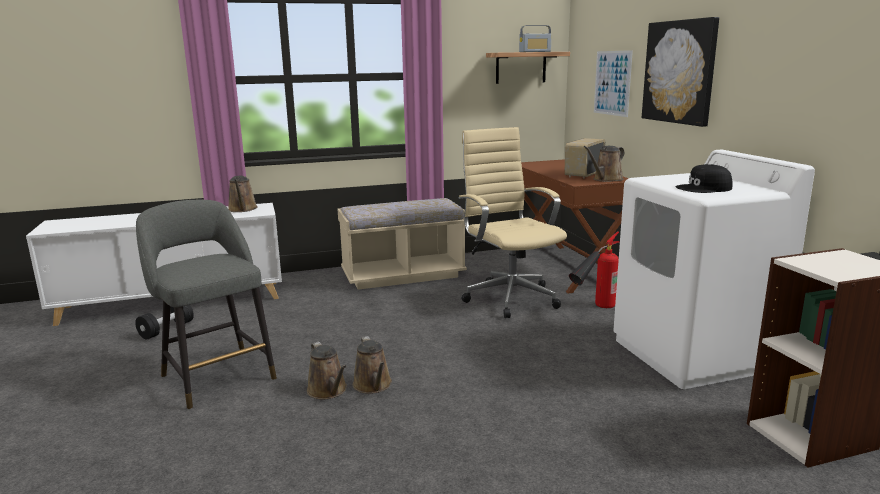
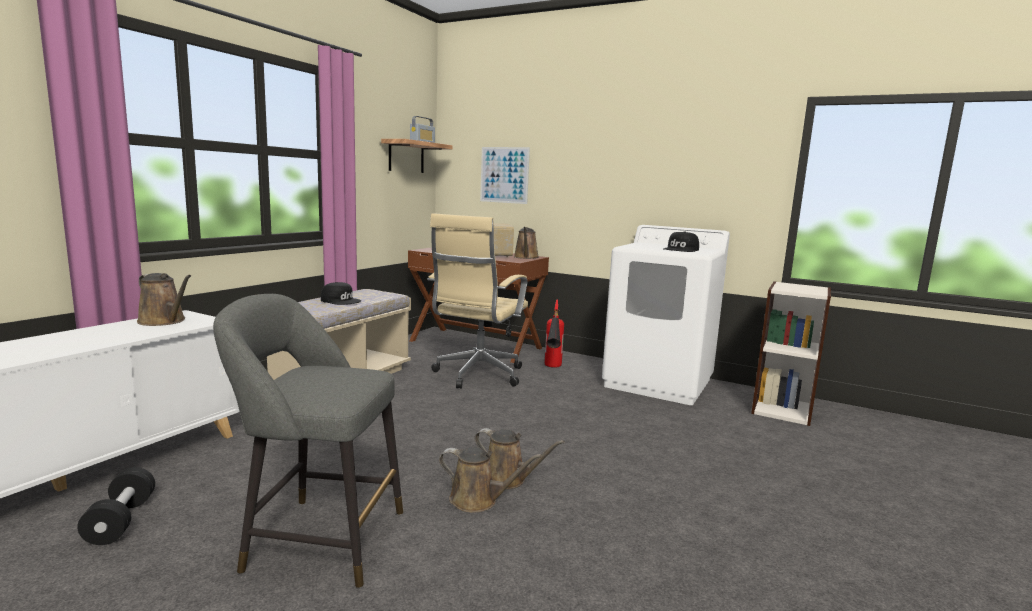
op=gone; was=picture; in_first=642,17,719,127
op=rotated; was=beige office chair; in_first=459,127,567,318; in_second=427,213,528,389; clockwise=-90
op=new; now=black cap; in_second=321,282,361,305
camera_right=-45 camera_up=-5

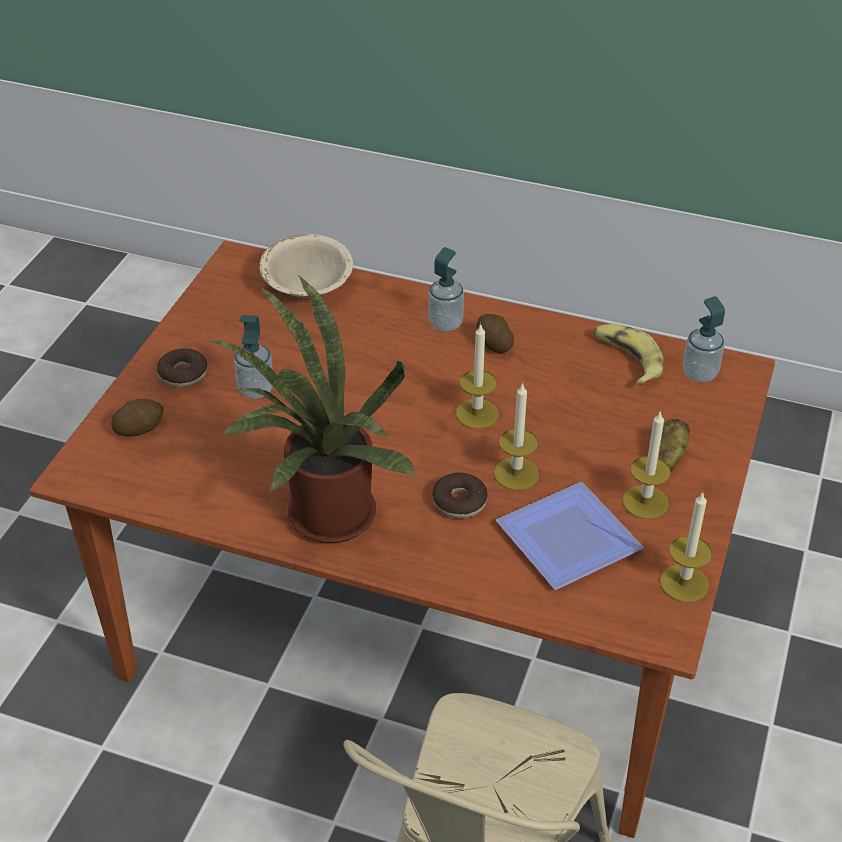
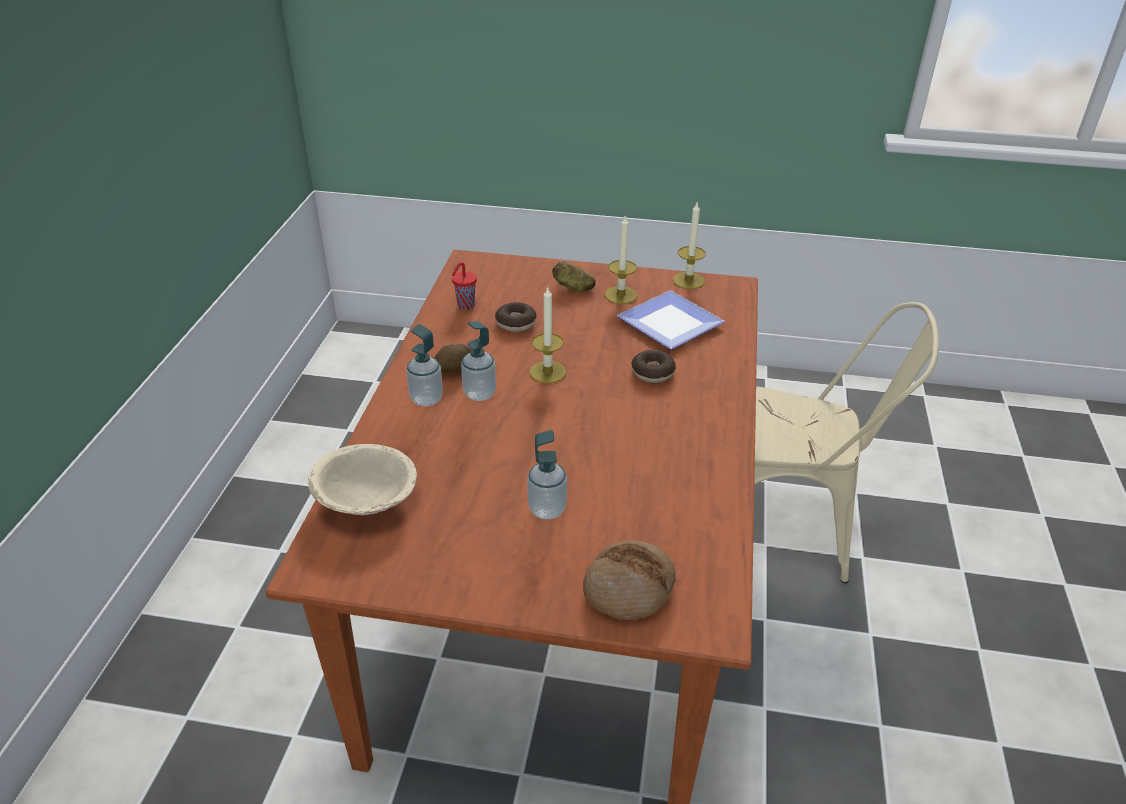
op=gone; was=potted plant; in_first=207,276,417,543
op=shifted; was=soap dispenser; in_first=683,296,725,382; in_second=461,321,496,401
op=swapped; was=banana; now=red cup; in_first=593,324,664,386; in_second=452,262,477,310
op=shifted; was=donut; in_first=157,348,207,387; in_second=495,302,536,332
op=gone; was=candle; in_first=494,382,539,490
op=swapped; was=potato; now=bread; in_first=111,399,164,437; in_second=583,540,676,620
camera_right=-100 camera_up=-5

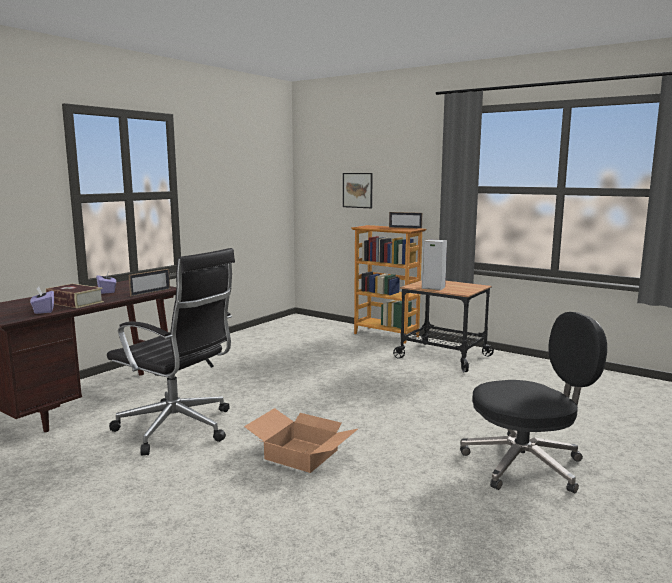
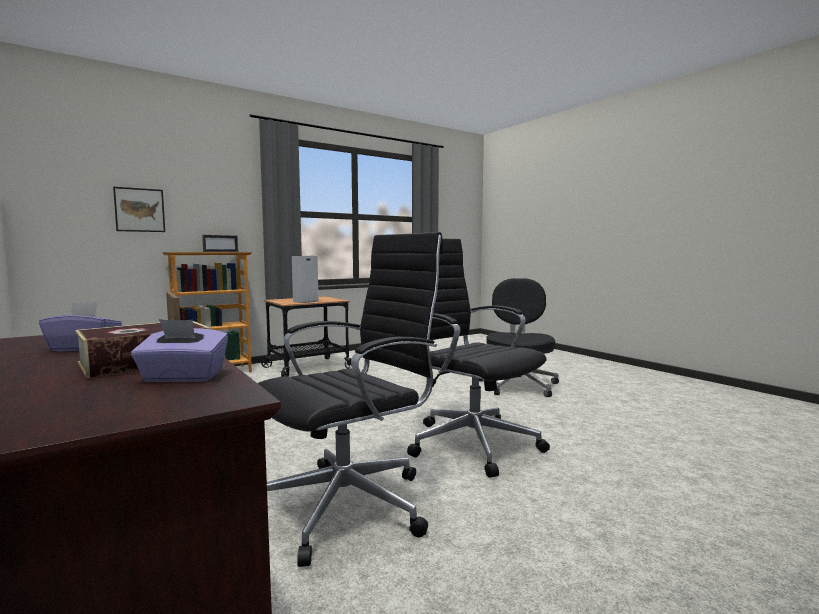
op=swapped; was=cardboard box; now=black office chair; in_first=244,408,359,473; in_second=407,238,550,478
camera_right=-70 camera_up=-5

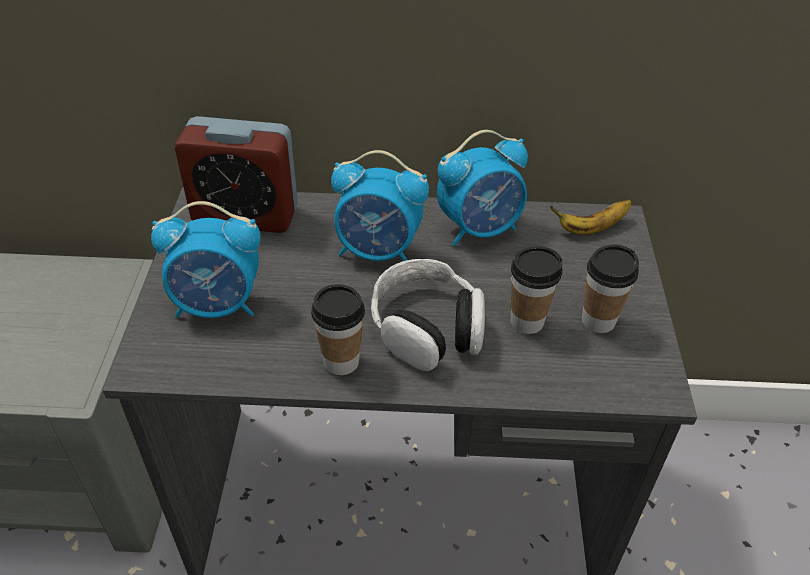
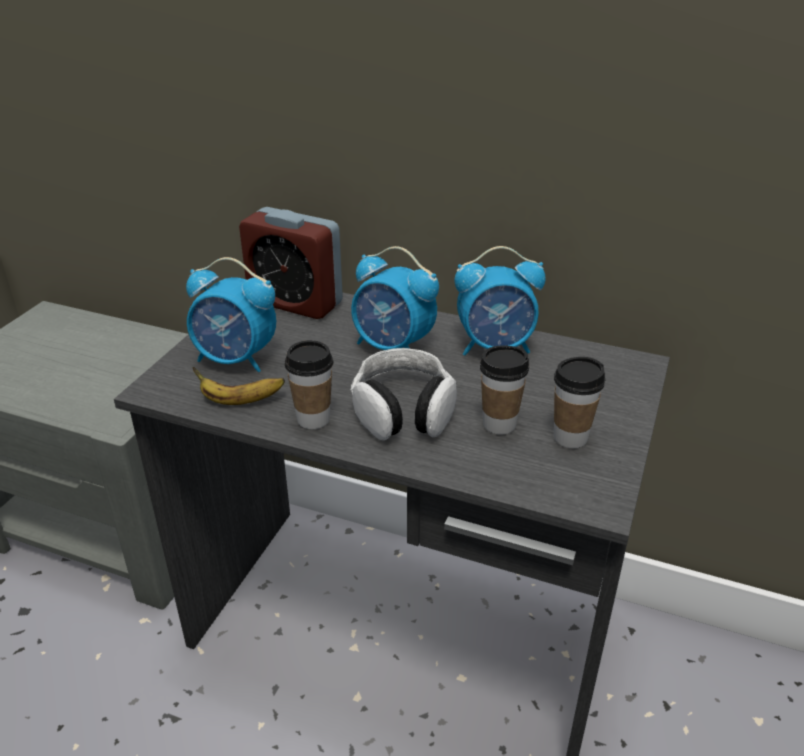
op=shifted; was=banana; in_first=550,200,632,235; in_second=192,367,285,405
camera_right=20 camera_up=-10

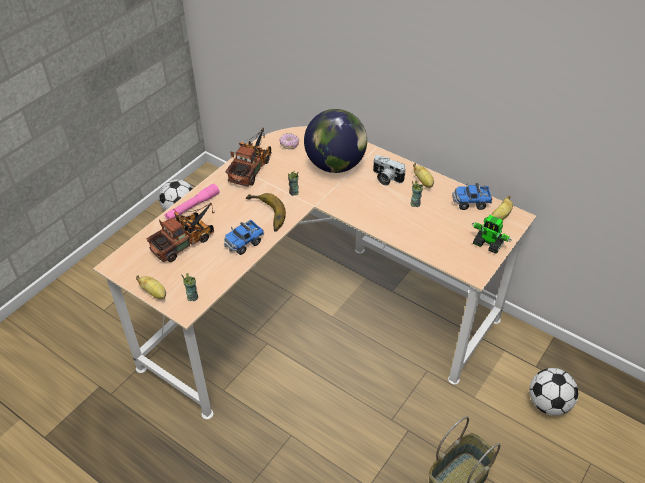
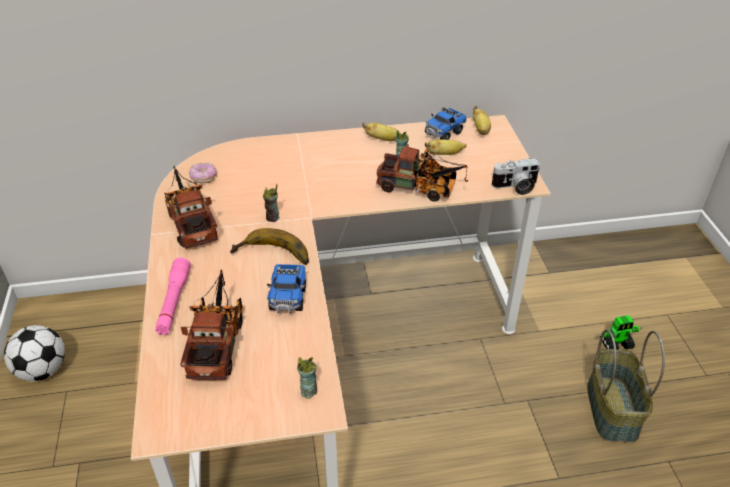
op=gone; was=globe; in_first=304,109,367,173
op=shifted; was=photo camera; in_first=373,155,406,185; in_second=491,158,540,195
op=shifted; was=toy robot; in_first=472,215,512,254; in_second=600,315,642,349
op=shifted; was=banana; in_first=136,275,166,299; in_second=425,139,467,155
op=gone; was=football; in_first=529,368,578,415
op=new; now=toy truck; in_second=376,144,468,201
camera_right=-45 camera_up=-5

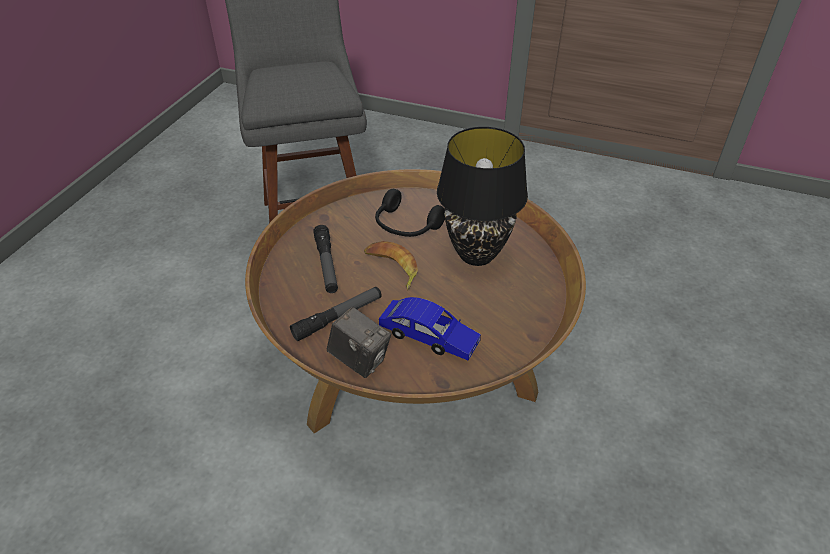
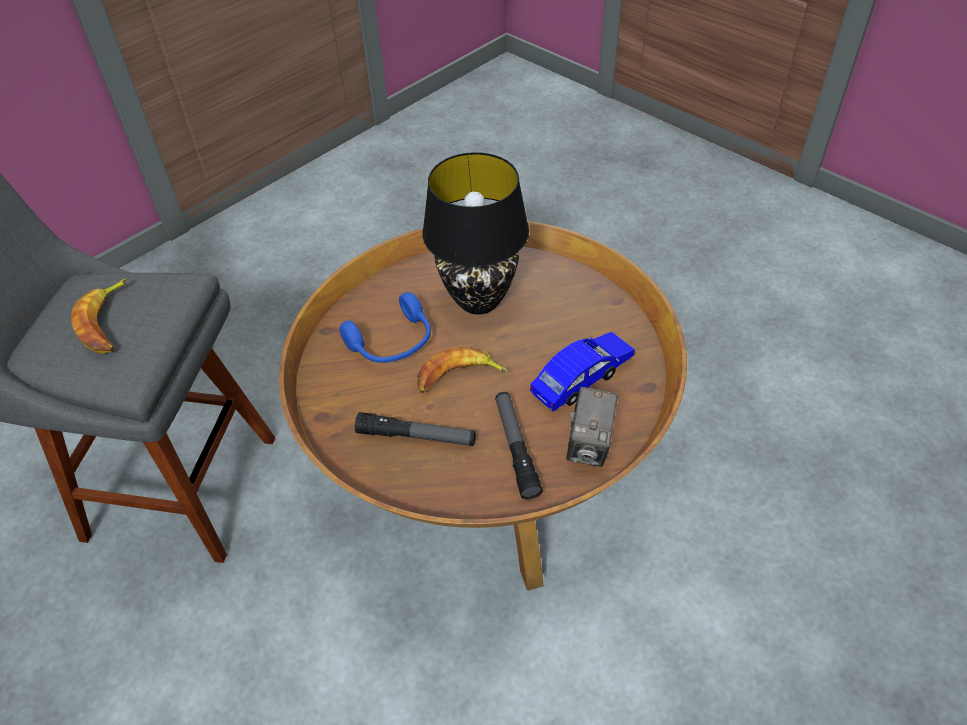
op=repainted; was=black headphones; now=blue headphones; in_first=375,189,445,237; in_second=339,292,431,363
op=rotated; was=photo camera; in_first=327,307,391,378; in_second=566,387,618,467; clockwise=135
op=new; now=banana; in_second=71,278,129,353
camera_right=-65 camera_up=5

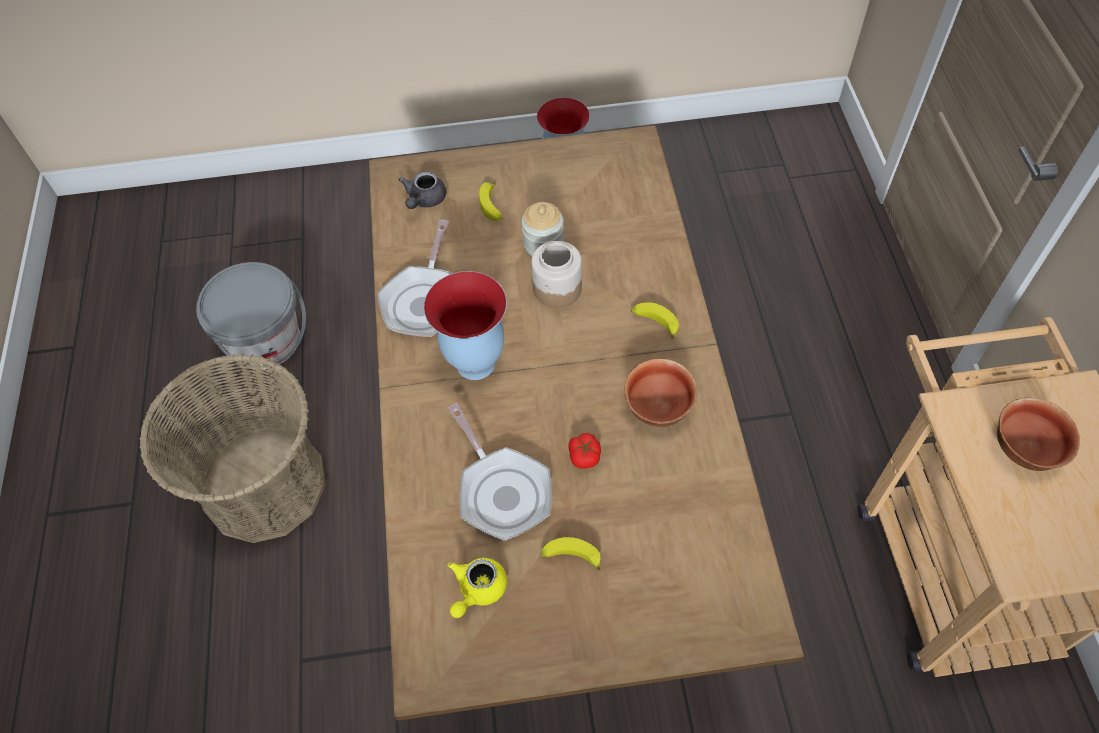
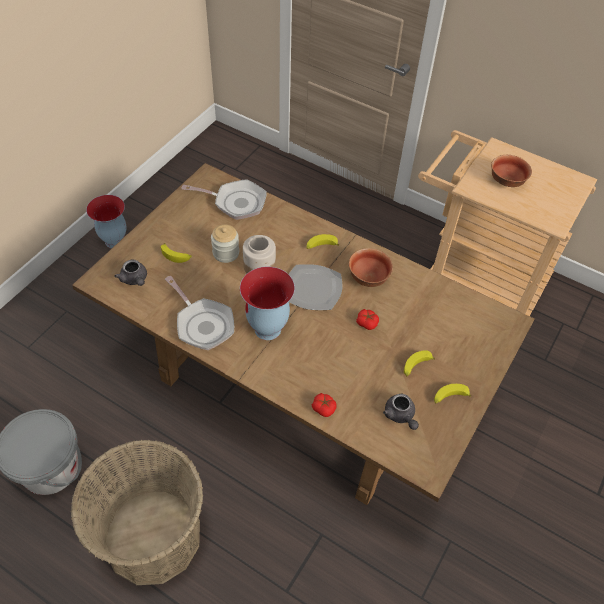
op=shifted; was=frying pan; in_first=447,403,552,541; in_second=181,179,267,220
op=repainted; was=yellow teapot; now=grey teapot; in_first=447,558,507,618; in_second=383,394,419,430
op=new; now=plate; in_second=289,264,342,310
op=new; now=banana; in_second=434,384,472,403
op=new; now=tomato; in_second=312,393,337,417
camera_right=-55 camera_up=-5

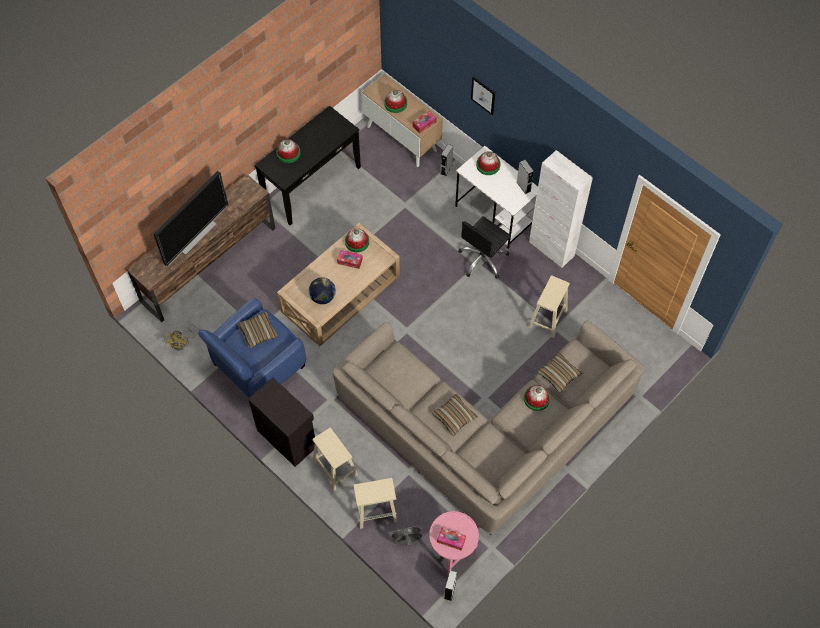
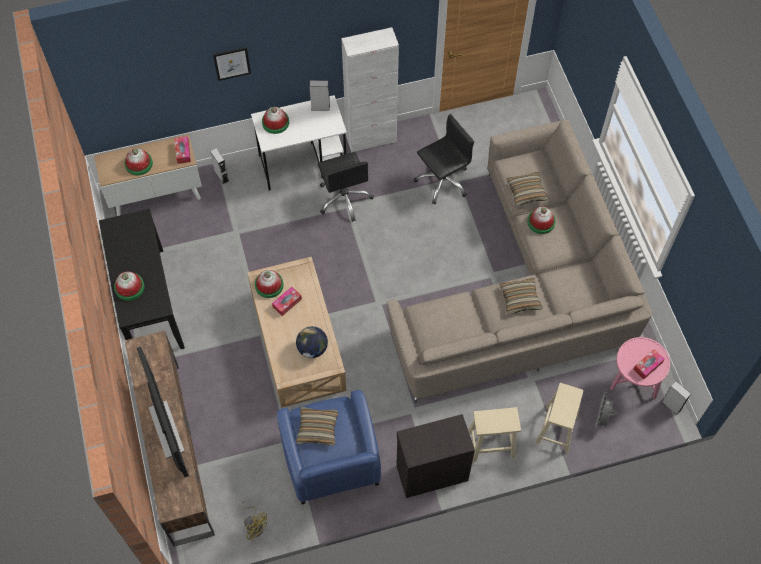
op=swapped; was=beige stool; now=black office chair; in_first=528,275,570,338; in_second=414,114,474,204
camera_right=-60 camera_up=0

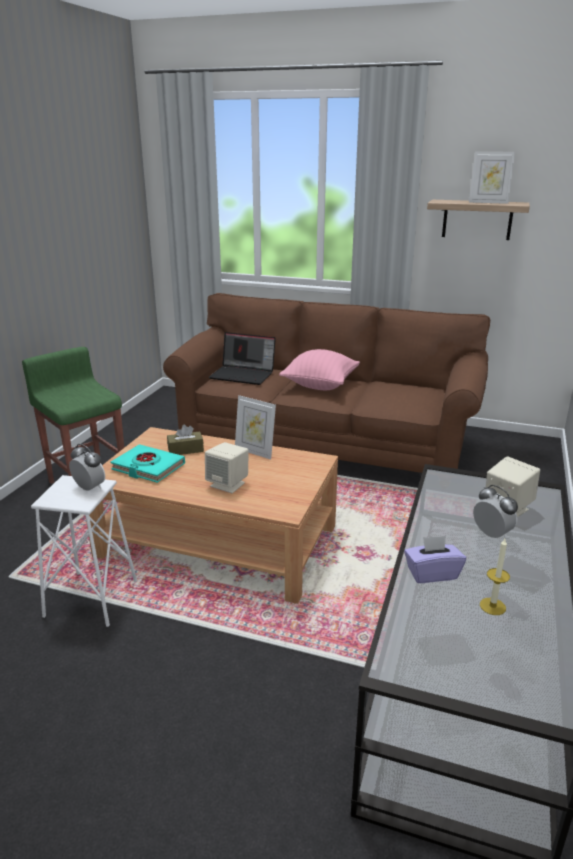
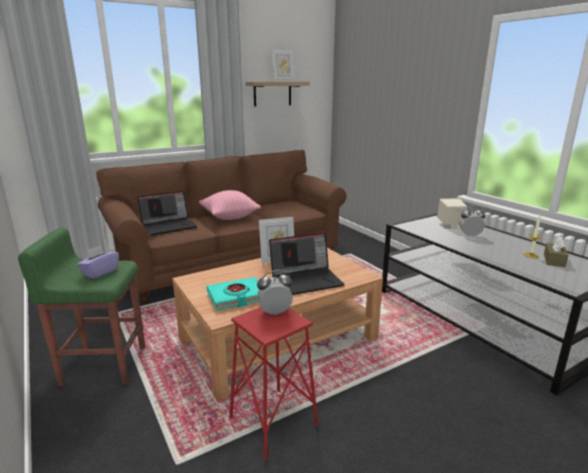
op=shifted; was=brown tissue box; in_first=167,425,204,455; in_second=544,237,568,267
op=swapped; was=beige speaker; now=laptop; in_first=205,442,249,493; in_second=269,232,344,295
op=repainted; was=white stool; now=red stool; in_first=31,475,137,627; in_second=229,307,318,461
op=shifted; was=purple tissue box; in_first=404,536,466,583; in_second=77,245,119,279
camera_right=-50 camera_up=-5

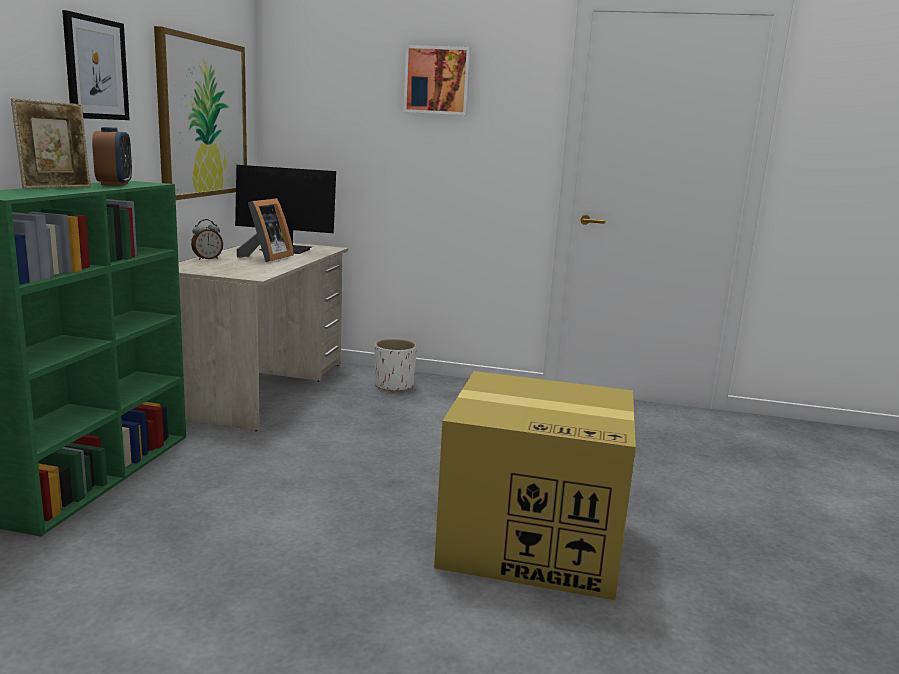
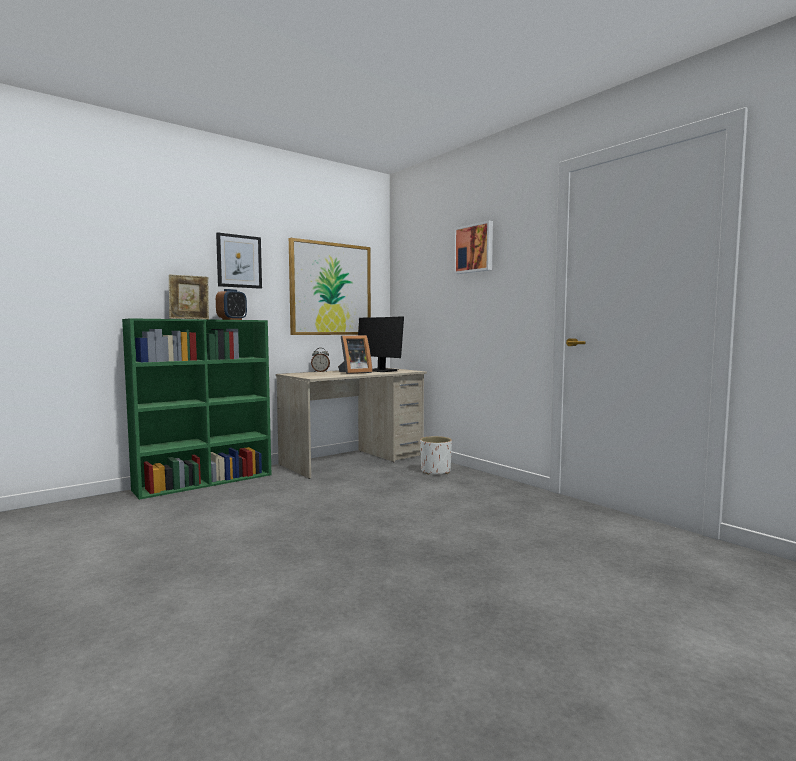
op=gone; was=cardboard box; in_first=434,371,636,600
camera_right=40 camera_up=-10

